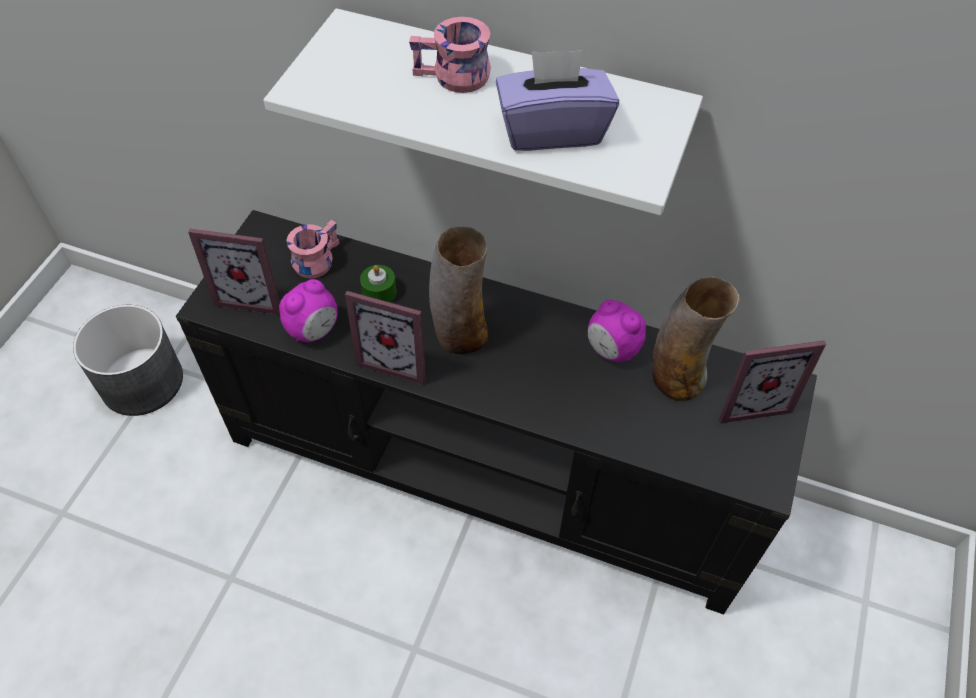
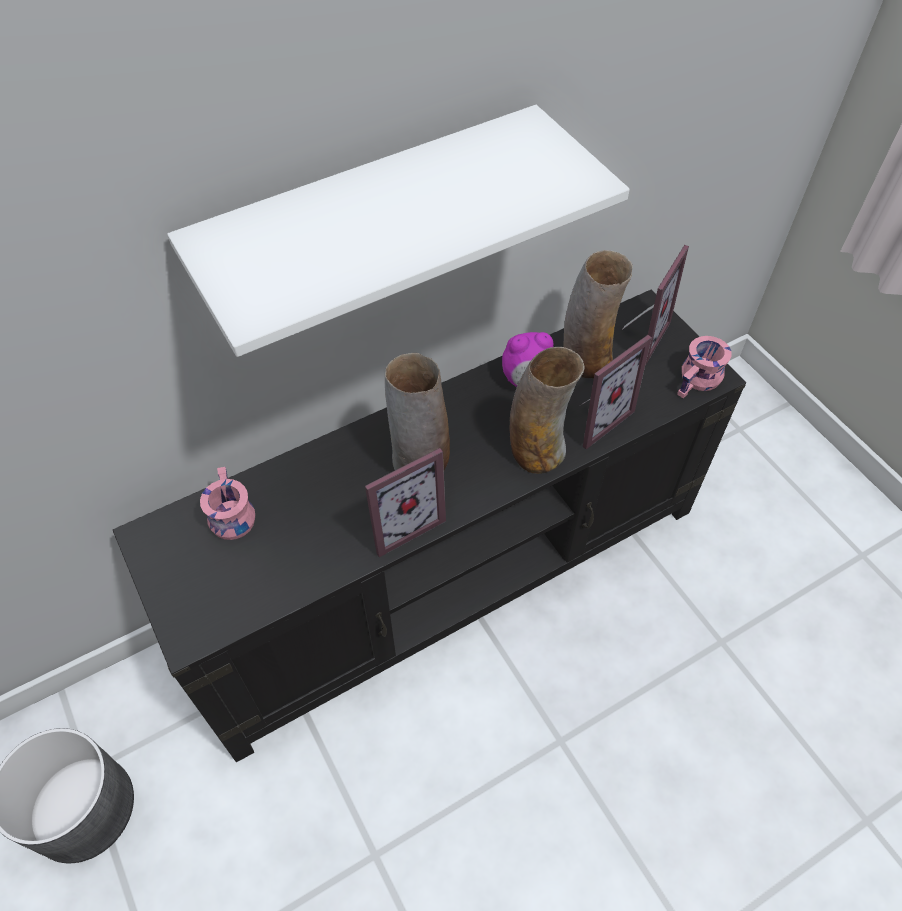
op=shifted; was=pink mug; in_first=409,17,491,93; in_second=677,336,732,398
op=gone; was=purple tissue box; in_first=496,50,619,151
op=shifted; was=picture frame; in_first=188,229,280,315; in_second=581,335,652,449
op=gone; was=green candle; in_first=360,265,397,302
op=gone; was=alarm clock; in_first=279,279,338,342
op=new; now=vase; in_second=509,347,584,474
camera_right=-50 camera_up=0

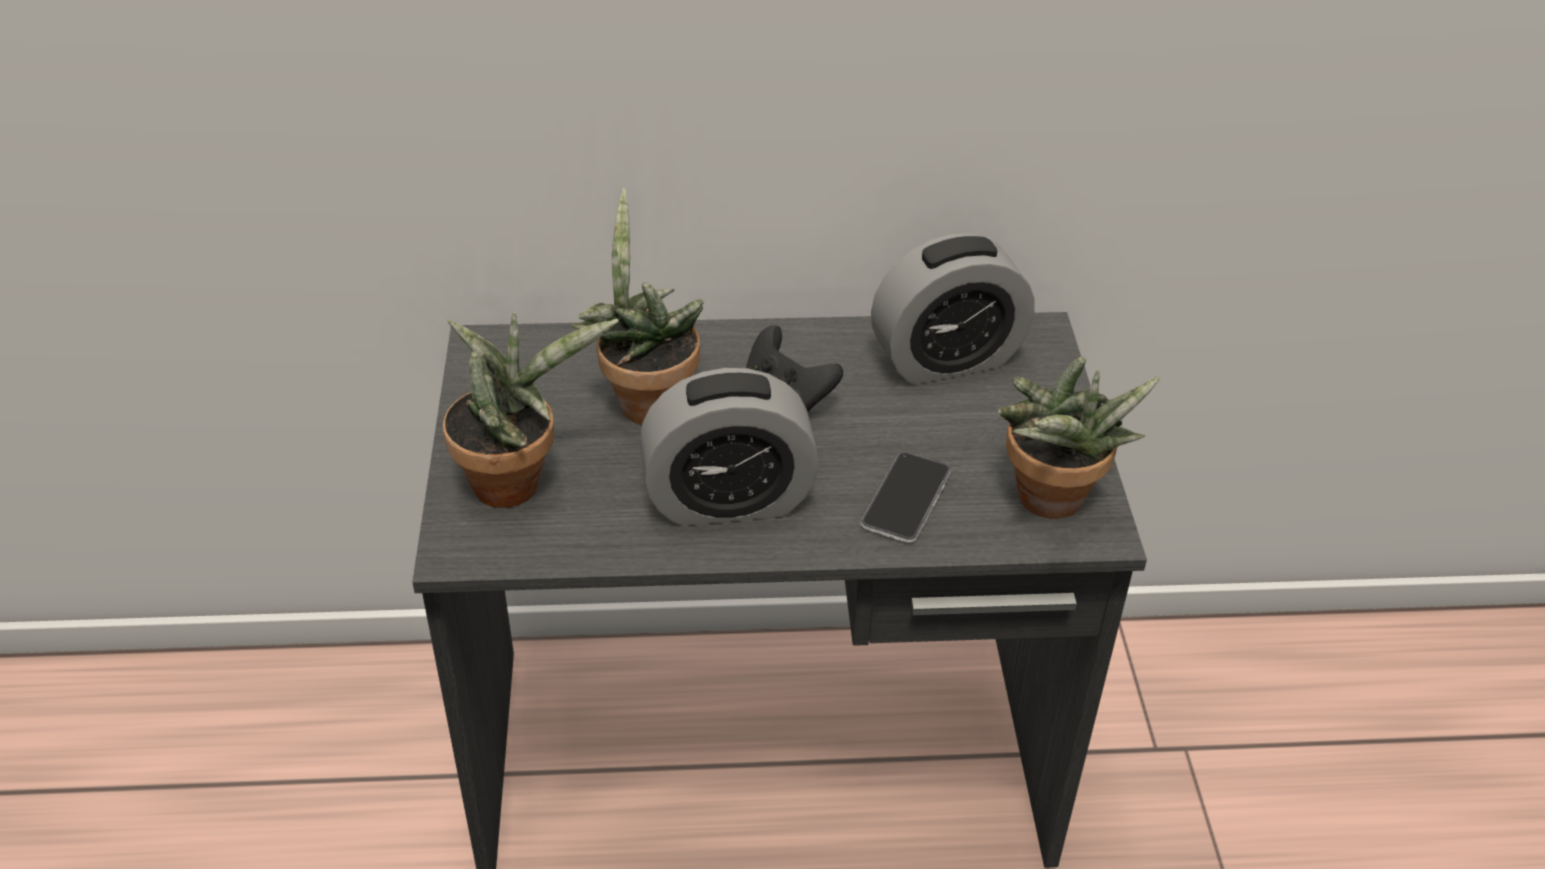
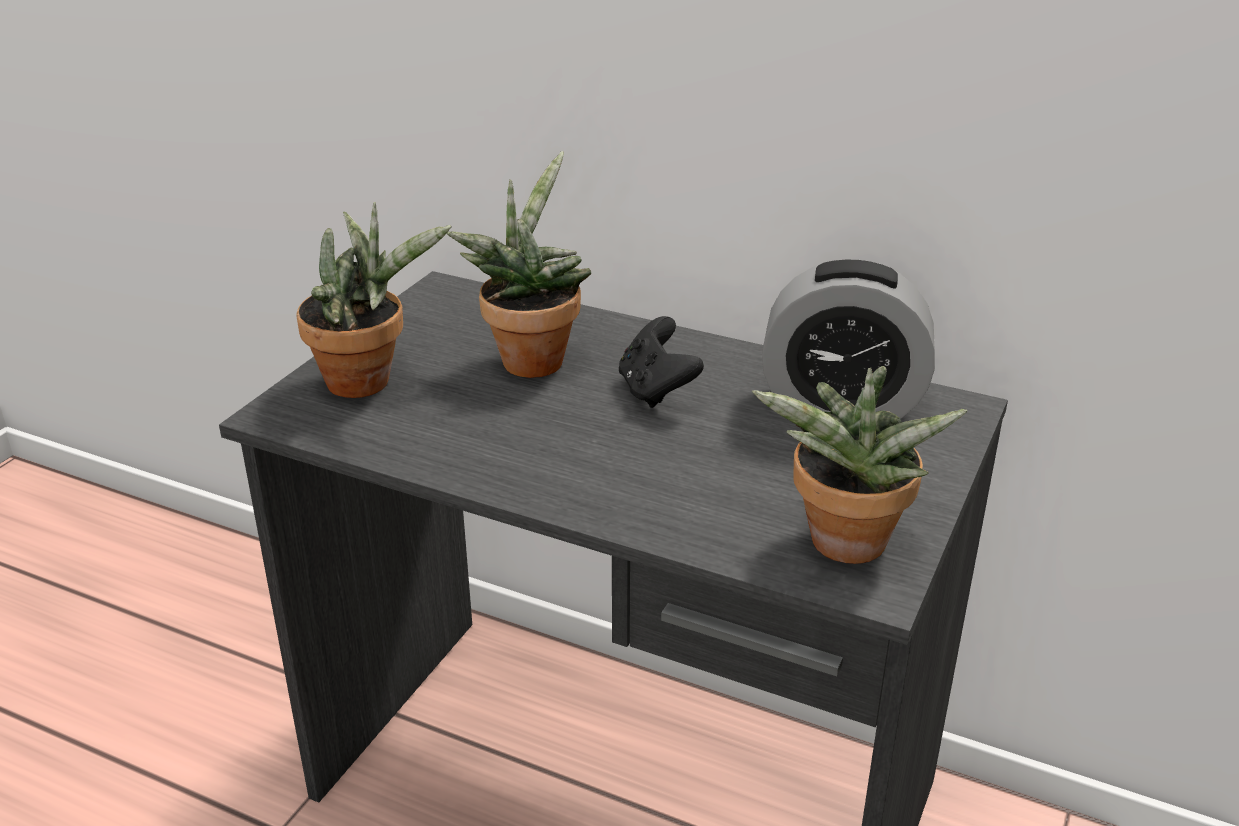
op=gone; was=alarm clock; in_first=640,368,819,526
op=gone; was=phone; in_first=860,452,951,543
camera_right=30 camera_up=-10

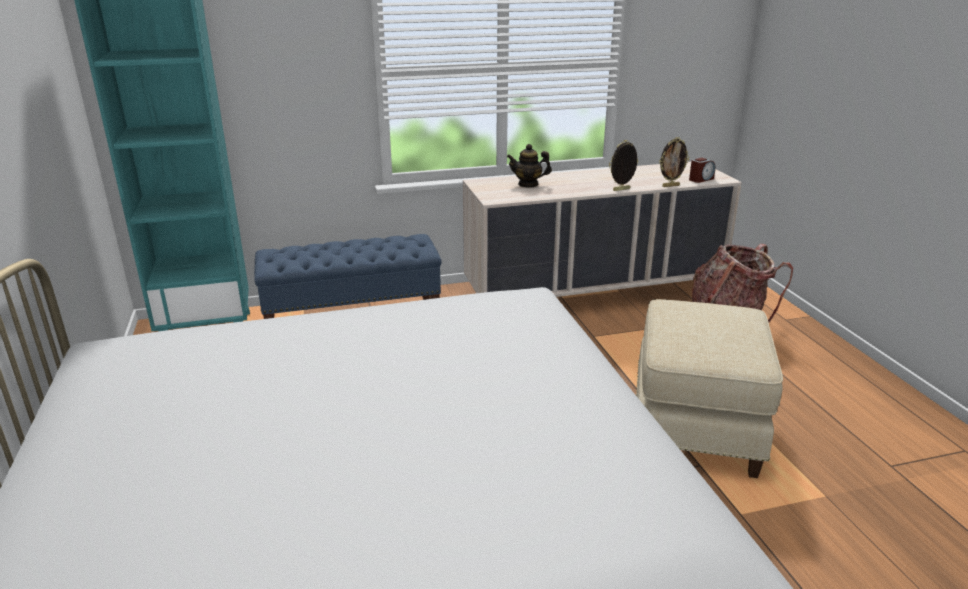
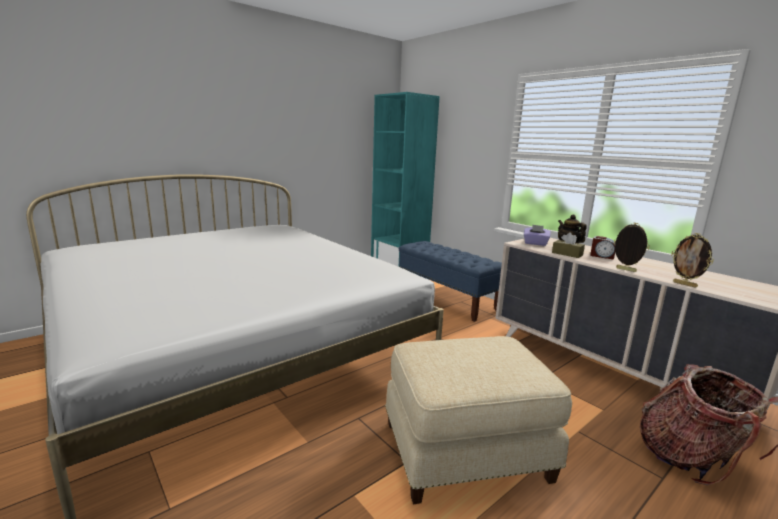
op=shifted; was=alarm clock; in_first=689,158,715,183; in_second=590,236,615,260
op=new; now=purple tissue box; in_second=524,224,551,246
op=new; now=brown tissue box; in_second=552,232,585,258
camera_right=65 camera_up=-10

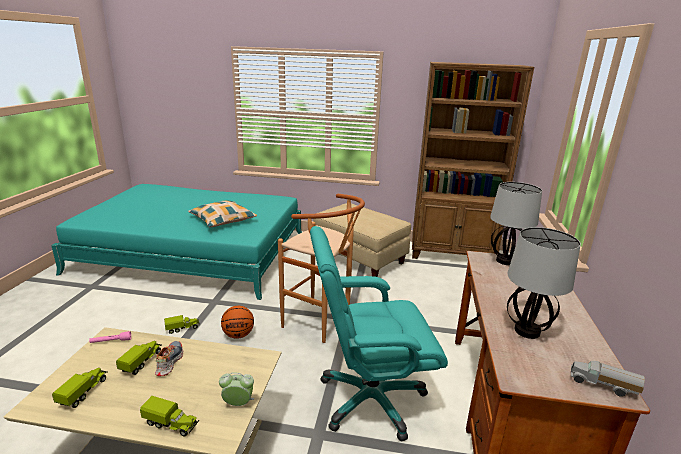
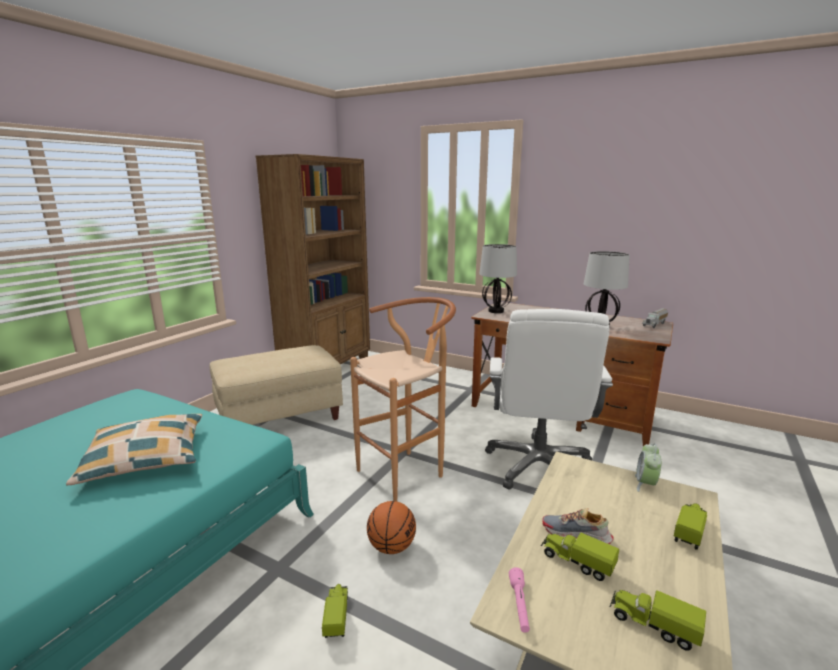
op=repainted; was=turquoise office chair; now=white office chair; in_first=310,226,448,441; in_second=485,309,613,490
camera_right=-70 camera_up=-5

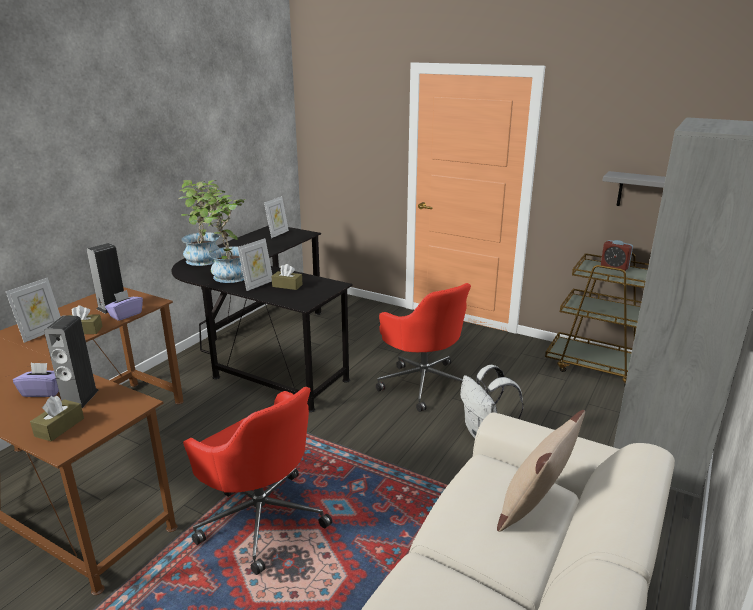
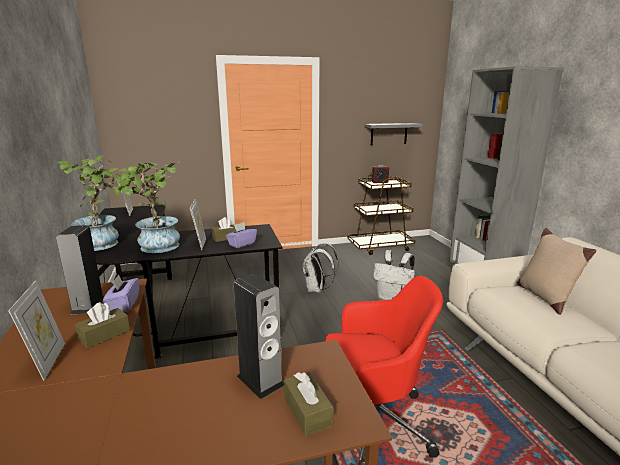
op=swapped; was=red office chair; now=white backpack; in_first=376,283,471,412; in_second=303,243,339,293
op=shifted; was=purple tissue box; in_first=13,363,59,397; in_second=226,222,257,248
camera_right=-45 camera_up=-5

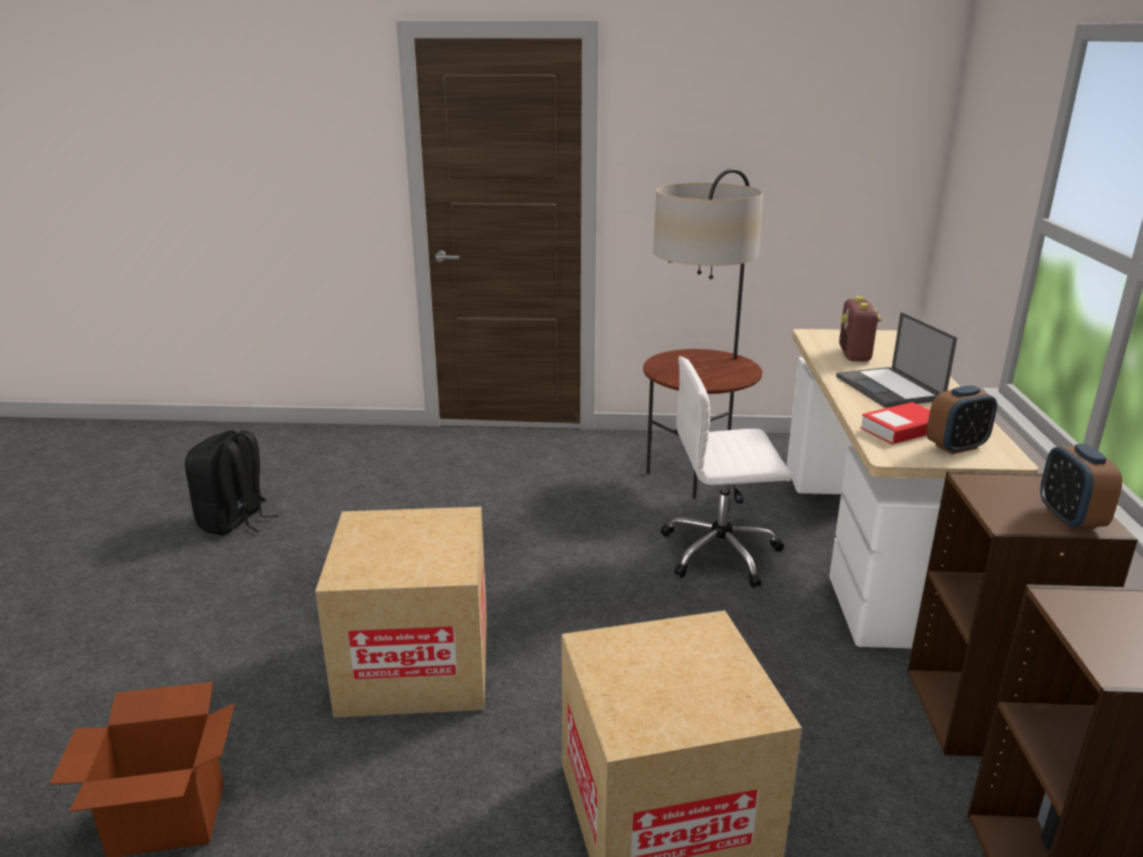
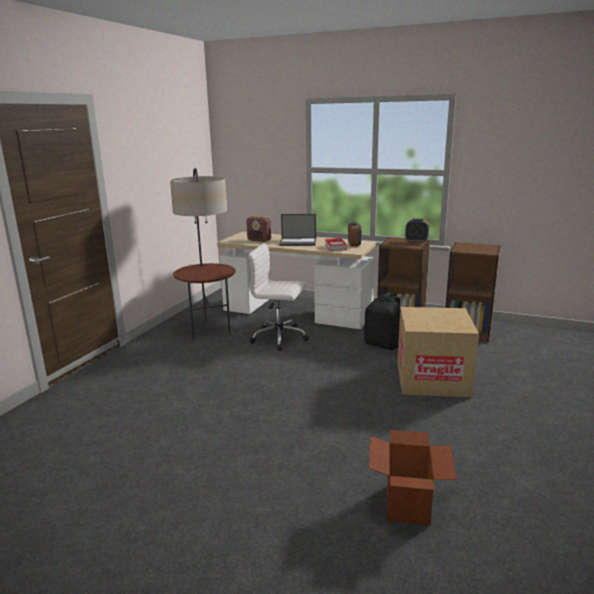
op=rotated; was=white office chair; in_first=661,356,792,588; in_second=248,243,309,351; clockwise=90
op=shifted; was=black backpack; in_first=185,430,278,536; in_second=364,294,400,350
op=gone; was=cardboard box; in_first=315,507,487,718
camera_right=-70 camera_up=-5

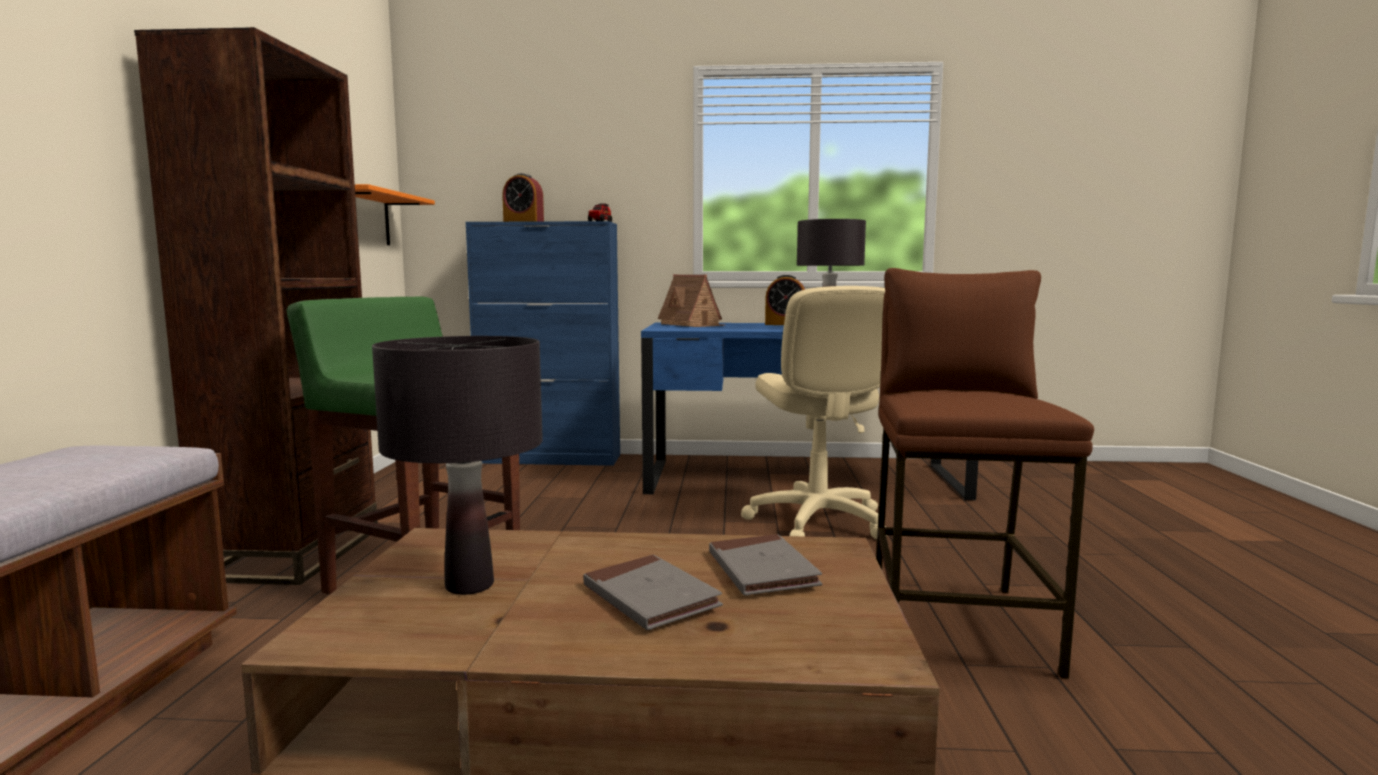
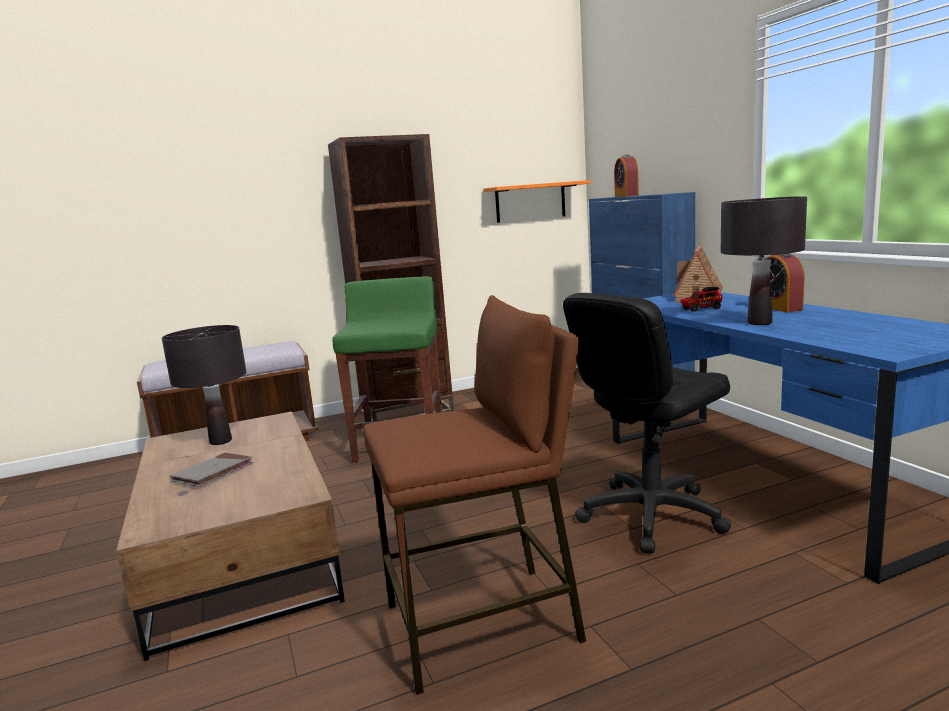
op=shifted; was=toy truck; in_first=588,203,612,222; in_second=681,287,722,312
op=repainted; was=beige office chair; now=black office chair; in_first=741,286,888,539; in_second=563,293,731,553
op=gone; was=grey book; in_first=709,534,823,596
camera_right=65 camera_up=5

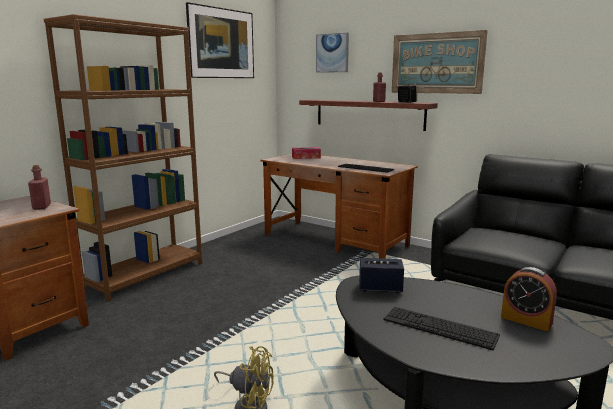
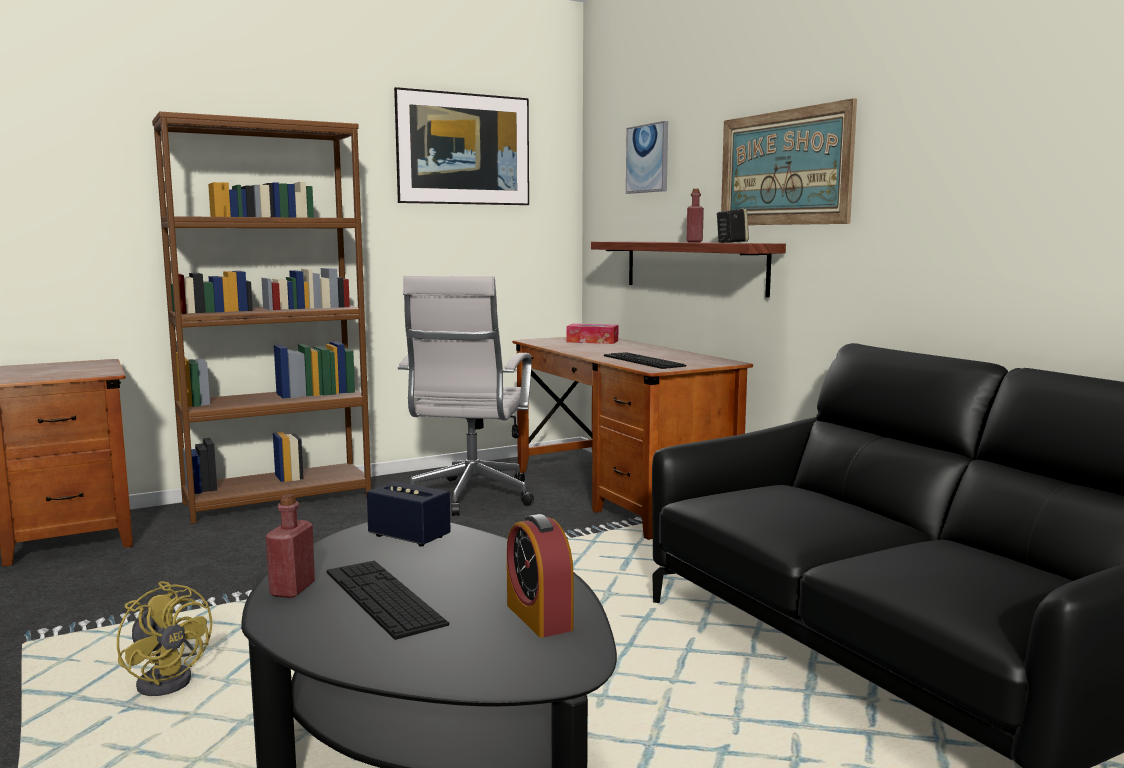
op=shifted; was=red bottle; in_first=28,165,51,210; in_second=265,494,315,598
op=new; now=white office chair; in_second=398,276,534,516
camera_right=25 camera_up=-5

